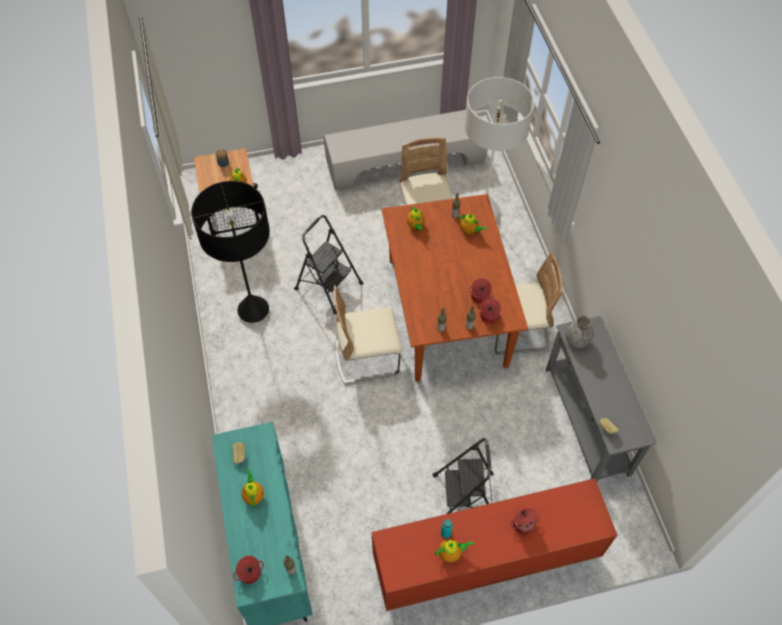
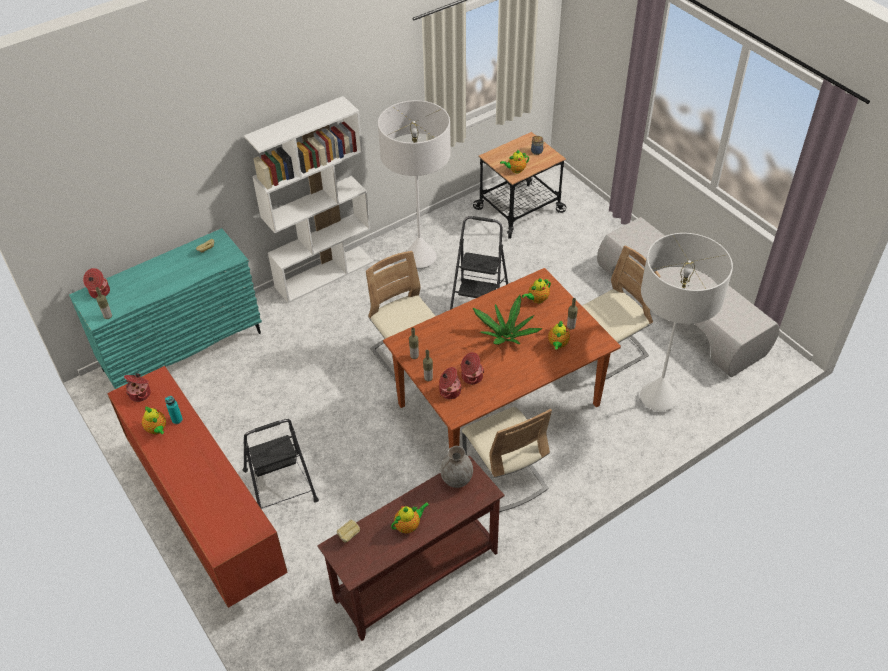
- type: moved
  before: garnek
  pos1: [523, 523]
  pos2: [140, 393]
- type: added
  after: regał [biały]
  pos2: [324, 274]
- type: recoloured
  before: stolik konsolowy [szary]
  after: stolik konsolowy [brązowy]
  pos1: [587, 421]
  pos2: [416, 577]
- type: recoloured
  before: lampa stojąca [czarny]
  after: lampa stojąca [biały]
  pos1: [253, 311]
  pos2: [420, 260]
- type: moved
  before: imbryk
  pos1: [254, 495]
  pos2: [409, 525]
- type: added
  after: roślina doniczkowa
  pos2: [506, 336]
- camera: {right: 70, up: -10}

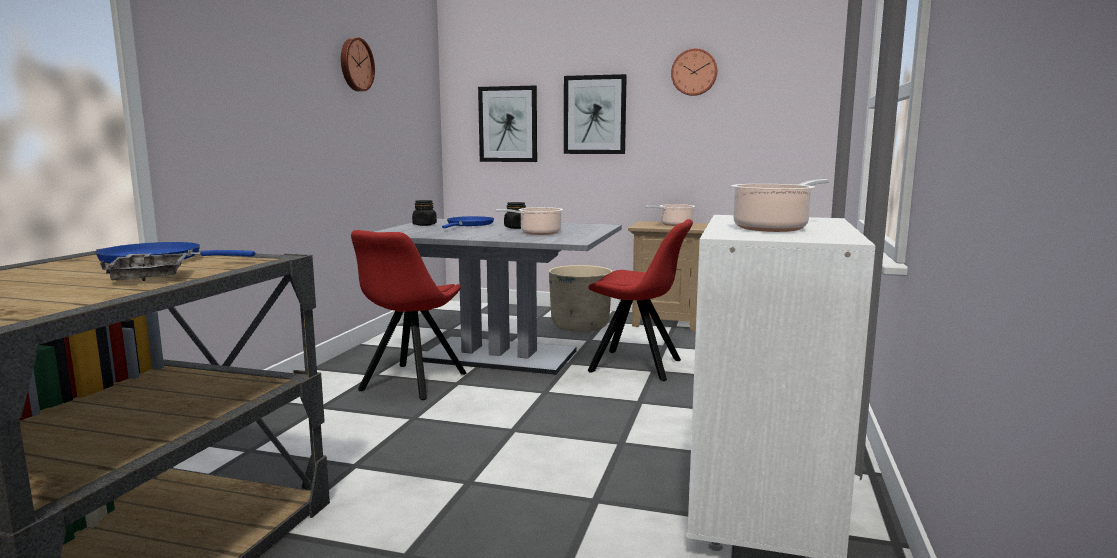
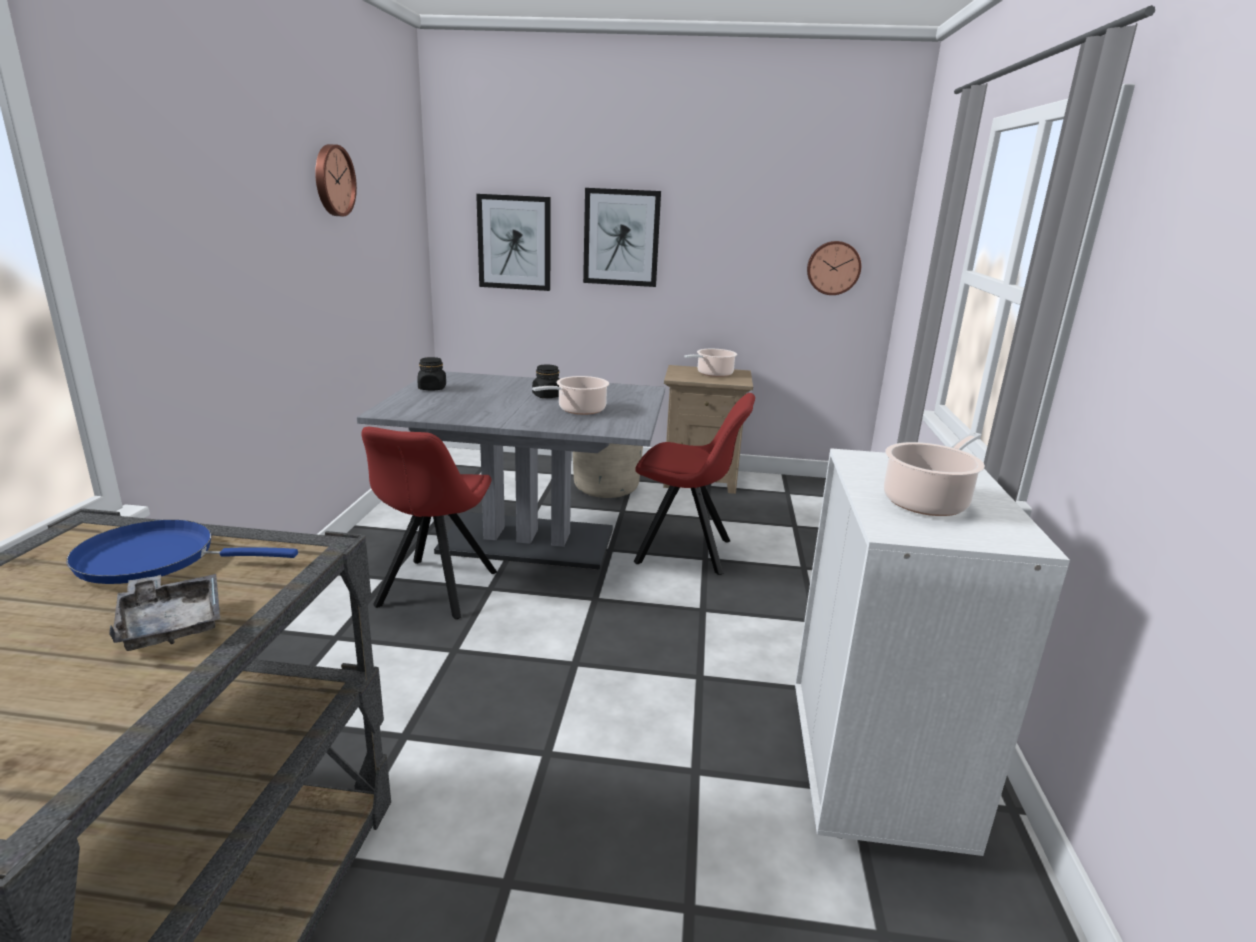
- type: moved
  before: zegar ścienny
  pos1: [694, 72]
  pos2: [833, 268]
- type: removed
  before: patelnia [niebieski]
  pos1: [469, 225]
- camera: {right: -10, up: 10}

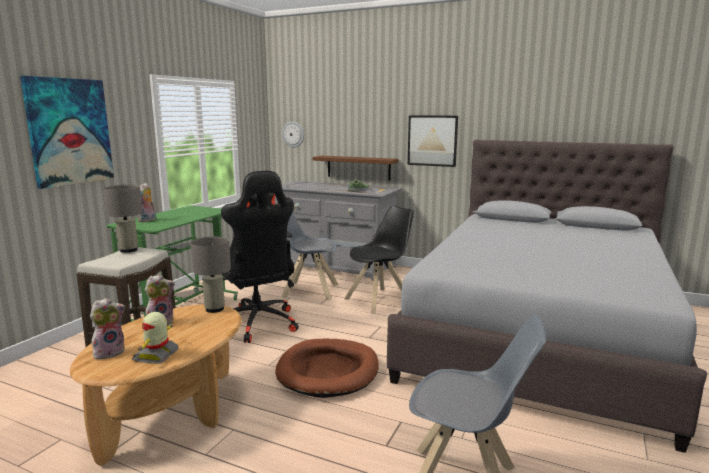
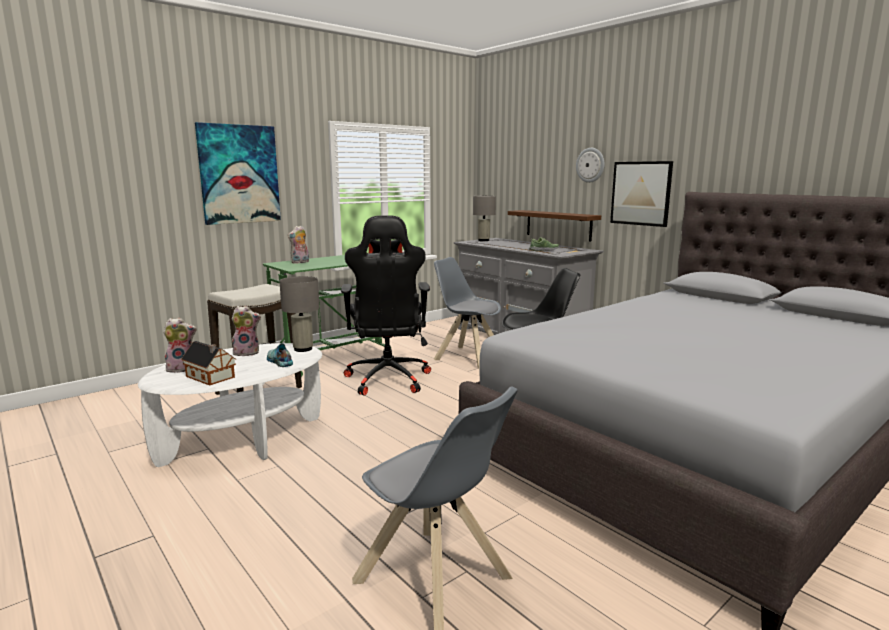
- type: recoloured
  before: ława [brązowy]
  after: ława [biały]
  pos1: [172, 413]
  pos2: [244, 441]
- type: replaced
  before: robot zabawkowy
  after: domek
  pos1: [157, 355]
  pos2: [211, 377]
- type: added
  after: but
  pos2: [279, 361]
- type: moved
  before: lampa stołowa [szary]
  pos1: [129, 250]
  pos2: [484, 240]
- type: moved
  before: zegar ścienny
  pos1: [293, 134]
  pos2: [590, 165]
- type: removed
  before: legowisko [brązowy]
  pos1: [328, 371]
- camera: {right: 25, up: 0}

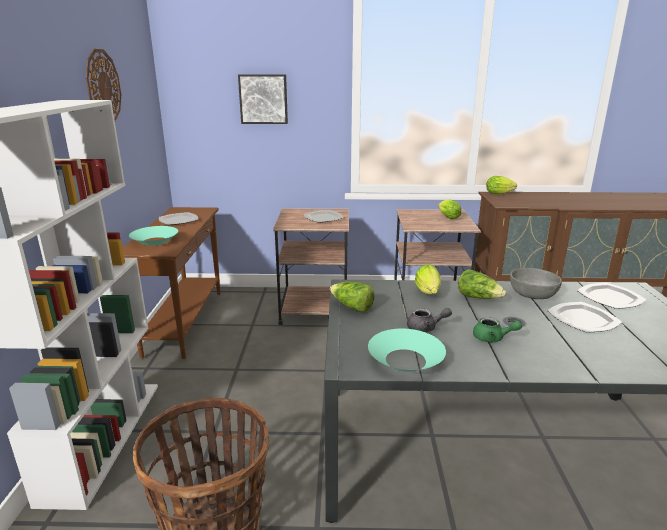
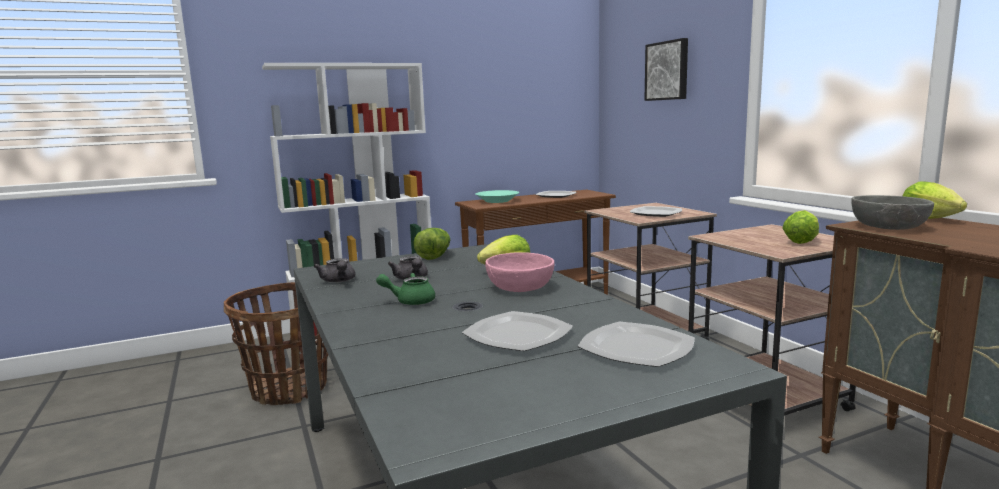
- type: replaced
  before: miska [turkusowy]
  after: imbryk [szary]
  pos1: [406, 360]
  pos2: [338, 281]
- type: turned
  before: imbryk [zielony]
  pos1: [492, 338]
  pos2: [410, 301]
  turn: 90
- type: replaced
  before: sałata
  after: miska [różowy]
  pos1: [478, 298]
  pos2: [520, 287]
- type: moved
  before: miska [szary]
  pos1: [532, 294]
  pos2: [888, 226]
- type: removed
  before: zegar ścienny
  pos1: [103, 86]
- camera: {right: 65, up: -10}

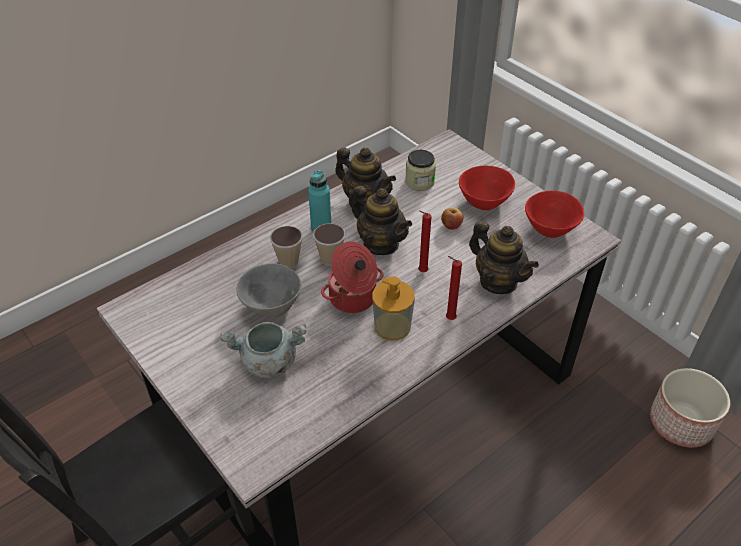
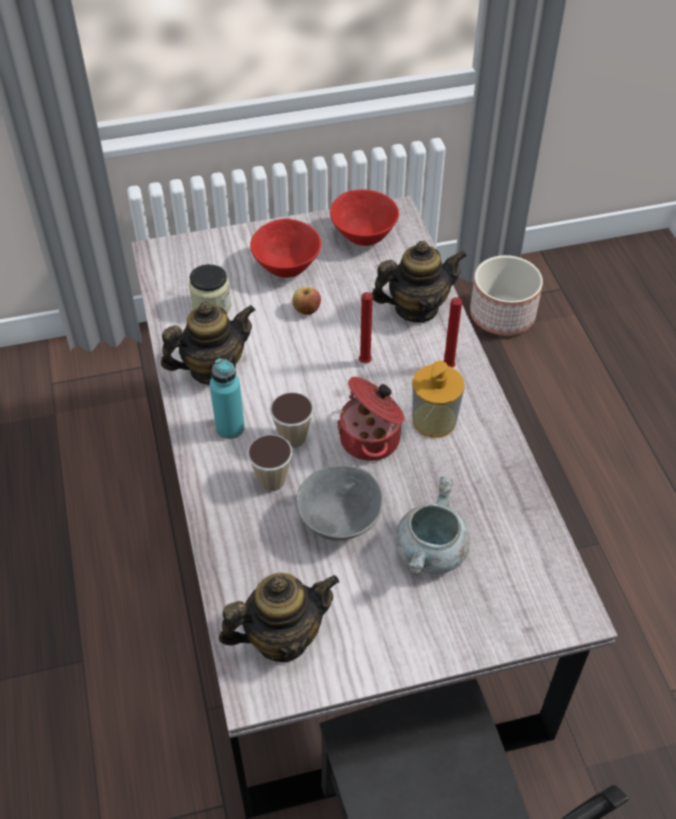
- type: moved
  before: imbryk
  pos1: [381, 244]
  pos2: [281, 637]
- camera: {right: -65, up: 5}

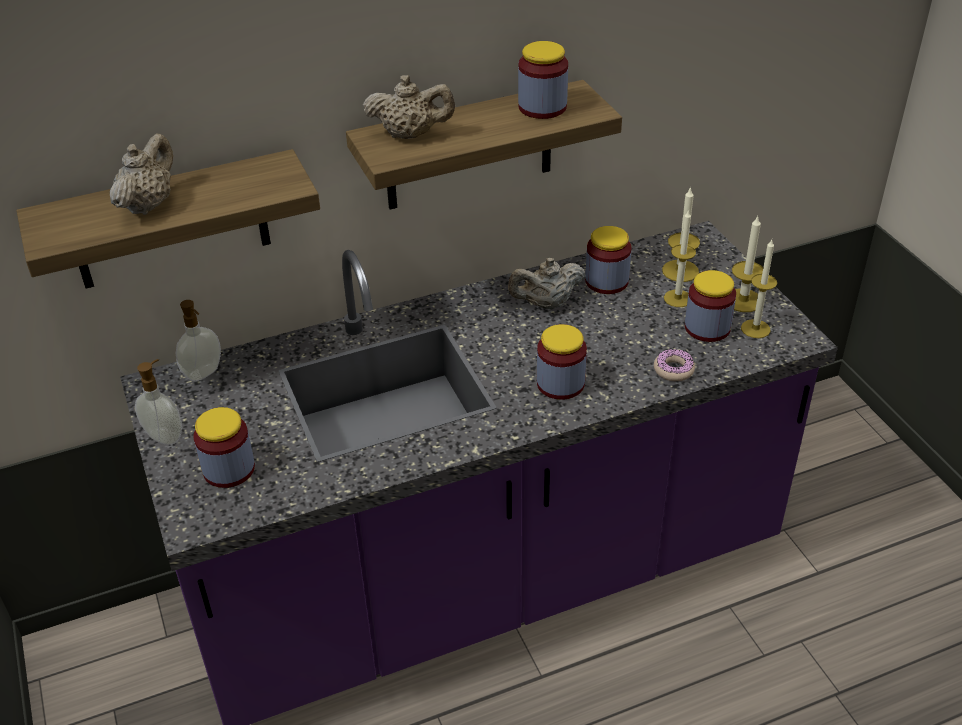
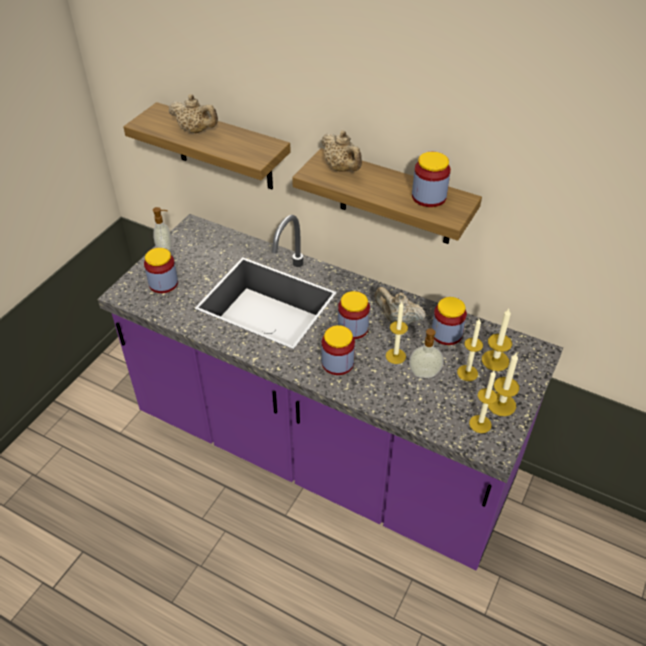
- type: turned
  before: imbryk [beżowy]
  pos1: [148, 205]
  pos2: [196, 131]
  turn: 45
- type: moved
  before: słoik
  pos1: [707, 328]
  pos2: [353, 328]
- type: added
  after: świeca
  pos2: [395, 356]
- type: moved
  before: dozownik mydła
  pos1: [204, 373]
  pos2: [424, 374]
- type: removed
  before: donut
  pos1: [673, 370]
- camera: {right: 50, up: 5}

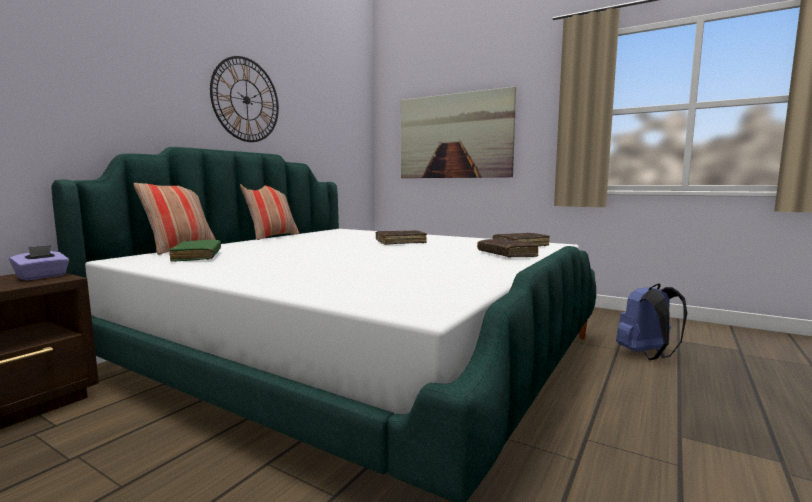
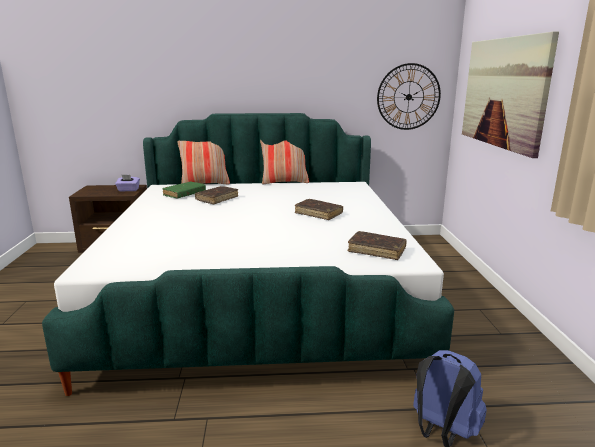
- type: moved
  before: książka [brązowy]
  pos1: [506, 254]
  pos2: [217, 199]
- type: moved
  before: zegar ścienny
  pos1: [246, 100]
  pos2: [408, 97]
- camera: {right: 55, up: 10}

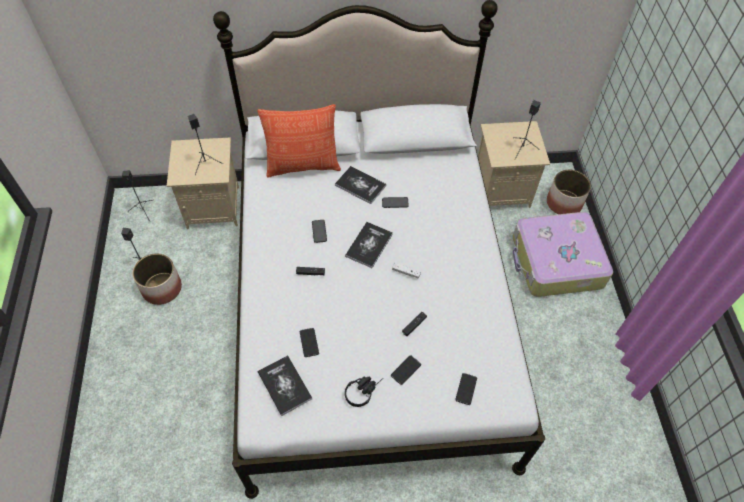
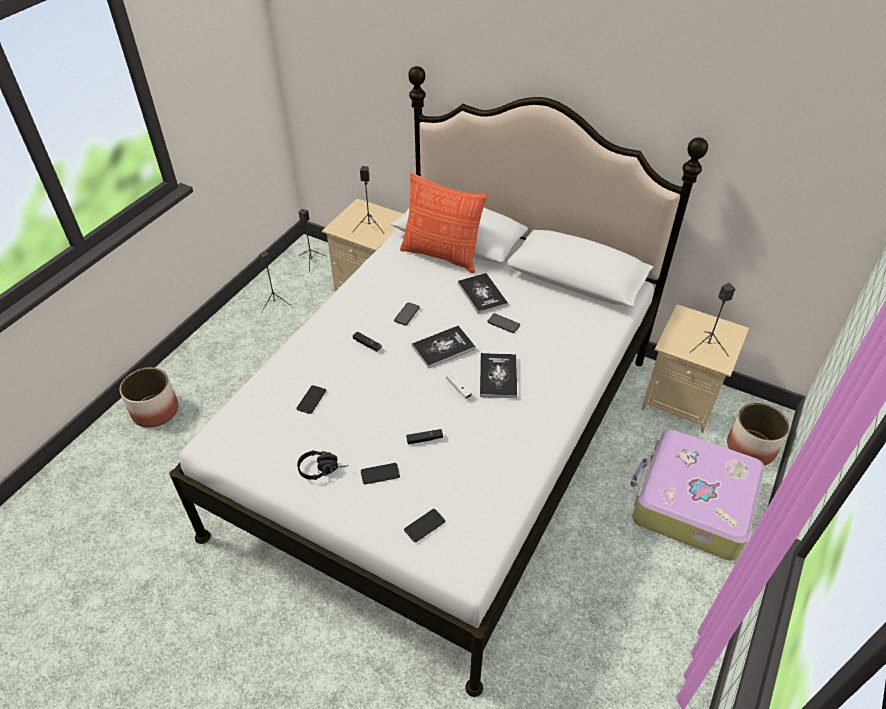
- type: moved
  before: donica
  pos1: [161, 288]
  pos2: [155, 410]
- type: moved
  before: książka
  pos1: [284, 385]
  pos2: [498, 376]
- camera: {right: 35, up: -10}

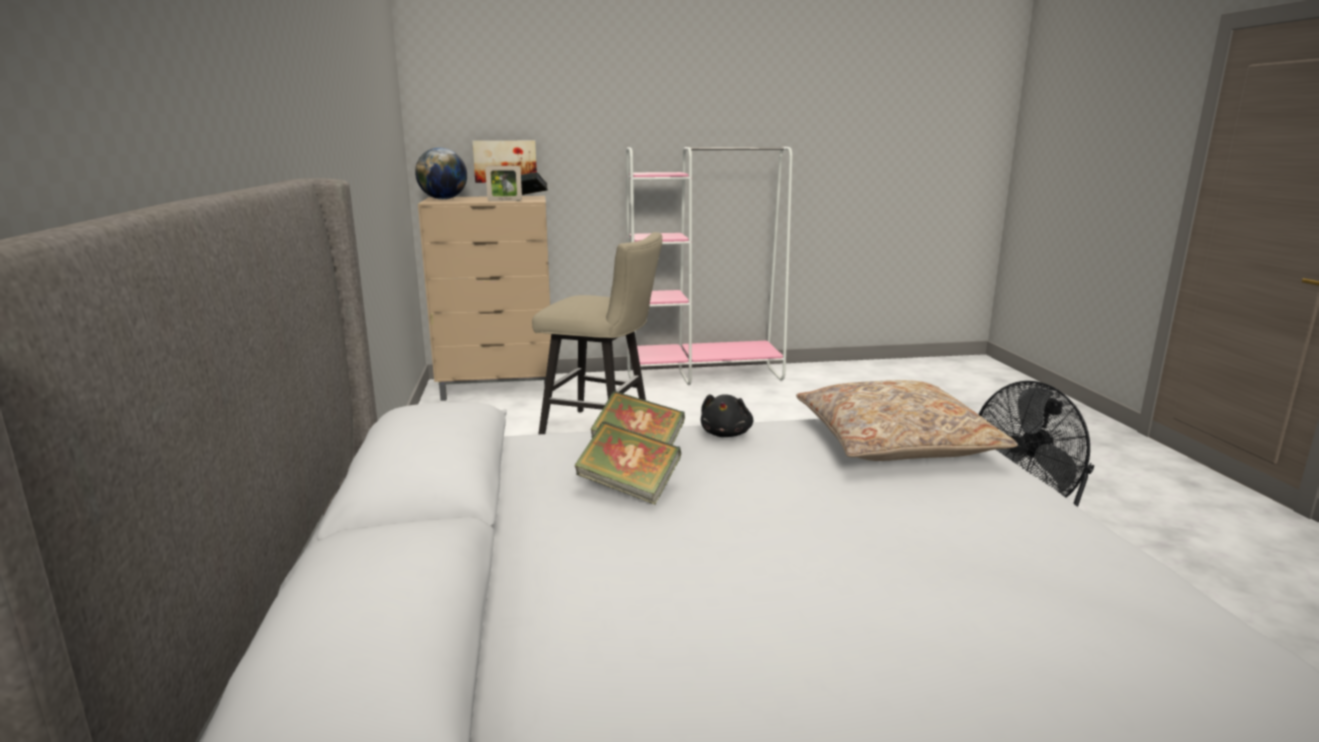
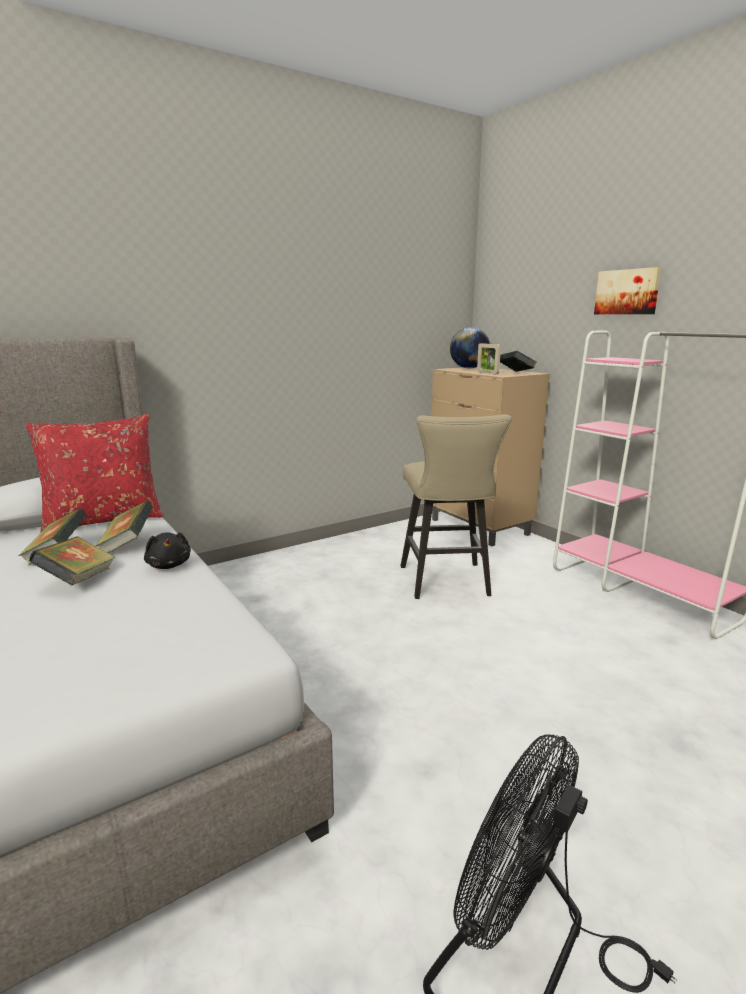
- type: added
  after: poduszka [czerwony]
  pos2: [104, 520]
- type: added
  after: książka
  pos2: [78, 580]
- type: turned
  before: pluszak [czarny]
  pos1: [726, 434]
  pos2: [169, 565]
  turn: -105
- type: moved
  before: obraz
  pos1: [505, 161]
  pos2: [627, 292]
- type: removed
  before: poduszka [beżowy]
  pos1: [894, 442]
- camera: {right: 65, up: 0}

